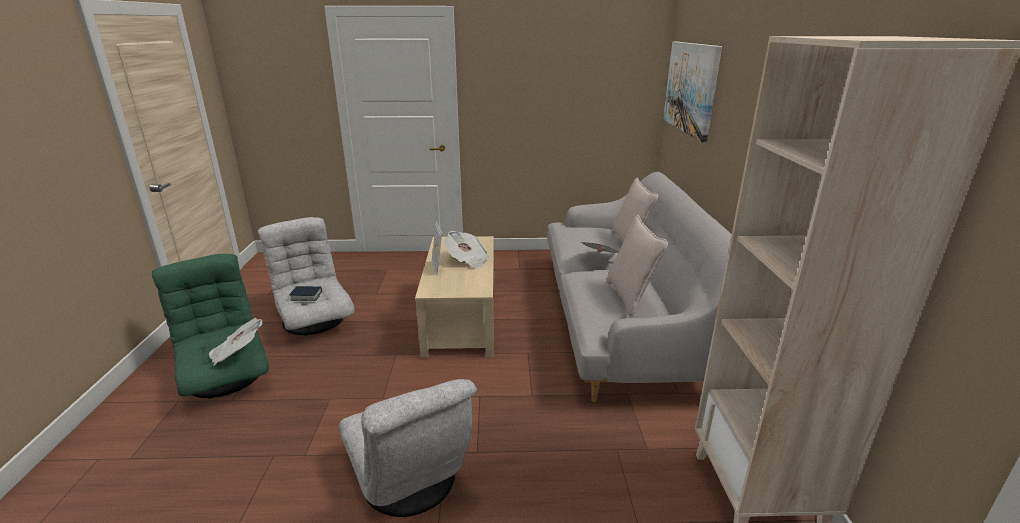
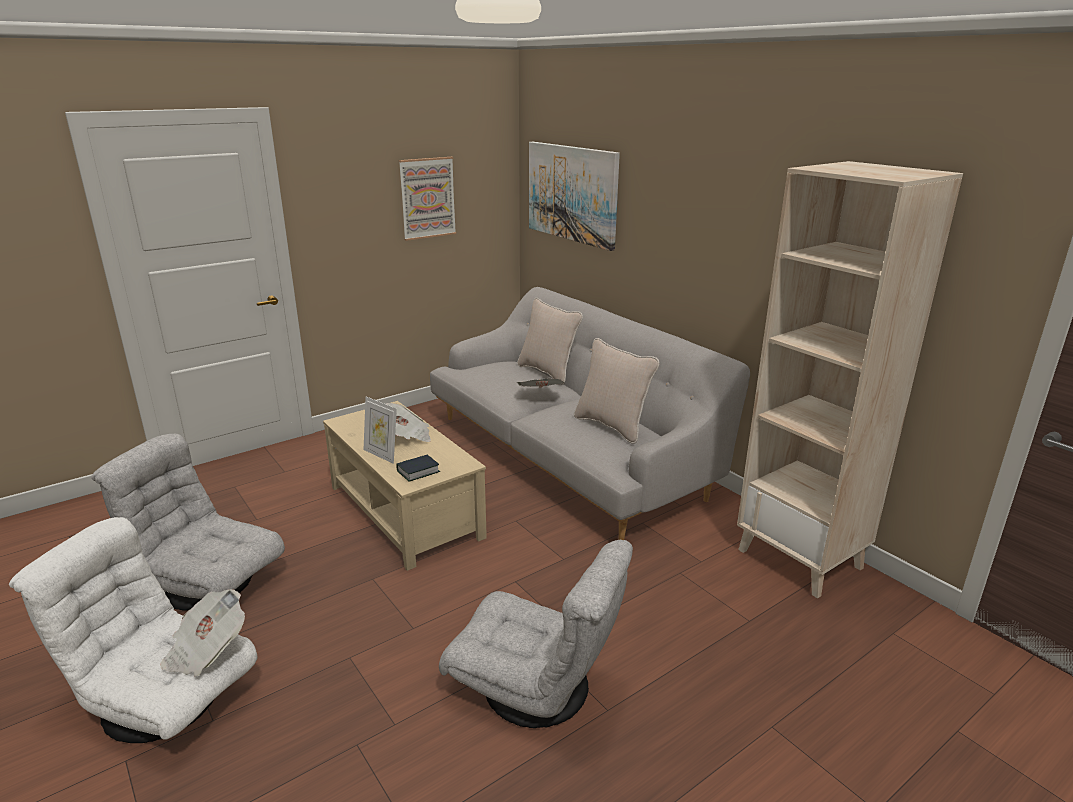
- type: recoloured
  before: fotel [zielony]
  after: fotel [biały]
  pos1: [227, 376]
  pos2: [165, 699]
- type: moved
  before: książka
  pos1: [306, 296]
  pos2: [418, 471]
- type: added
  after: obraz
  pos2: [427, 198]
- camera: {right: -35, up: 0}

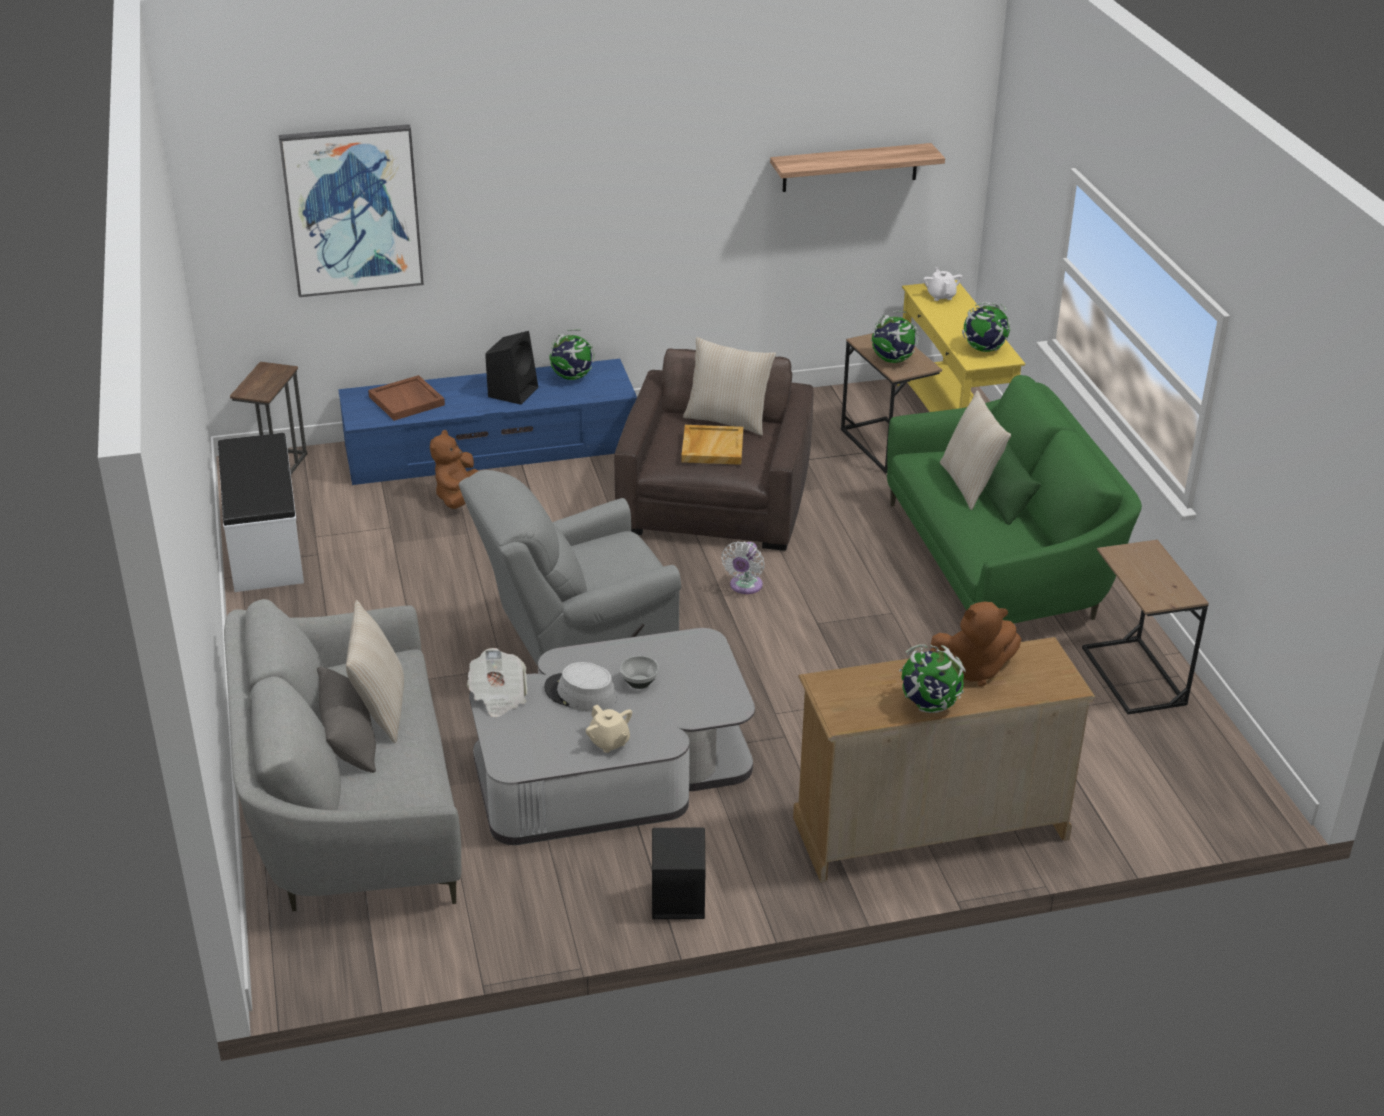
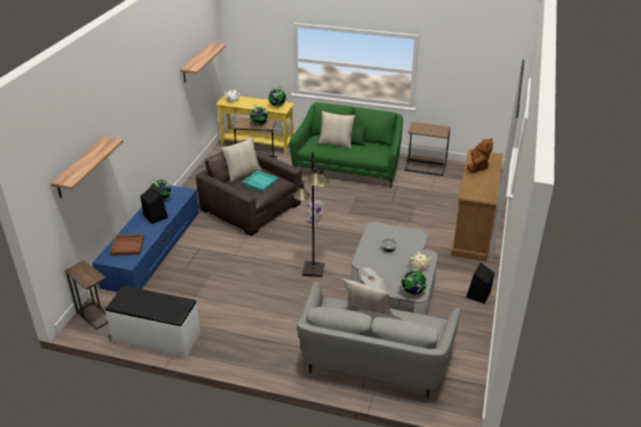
- type: replaced
  before: obraz
  after: półka
  pos1: [352, 210]
  pos2: [80, 167]
- type: recoloured
  before: taca [beżowy]
  after: taca [turkusowy]
  pos1: [712, 447]
  pos2: [260, 182]
- type: replaced
  before: fotel [szary]
  after: lampa stojąca [czarny]
  pos1: [575, 642]
  pos2: [313, 270]
- type: moved
  before: globus
  pos1: [929, 705]
  pos2: [412, 292]
- type: removed
  before: pluszak [brązowy]
  pos1: [458, 497]
- type: removed
  before: kapelusz [szary]
  pos1: [580, 693]
- camera: {right: -60, up: 0}

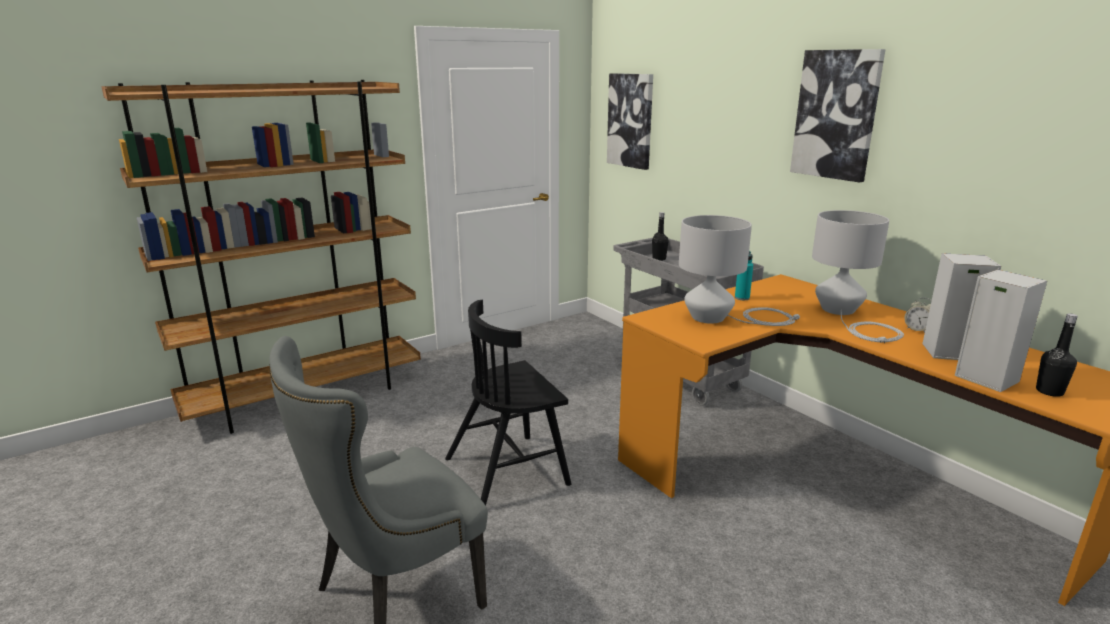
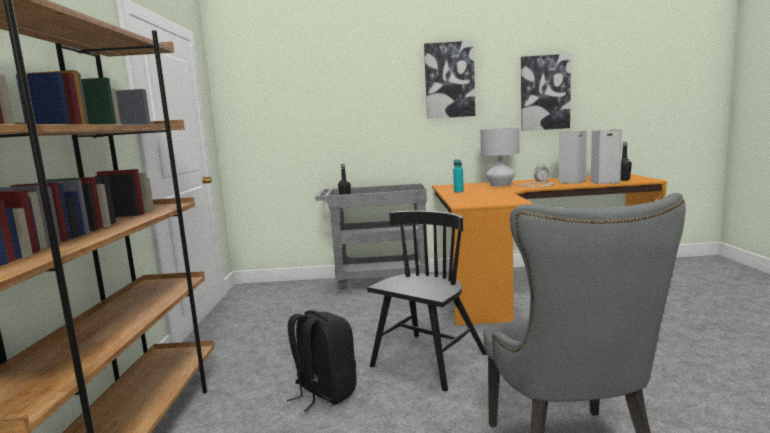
- type: added
  after: plecak [czarny]
  pos2: [324, 393]
- type: turned
  before: krzesło [czarny]
  pos1: [513, 469]
  pos2: [425, 362]
  turn: -150
- type: moved
  before: obraz
  pos1: [631, 120]
  pos2: [544, 93]
- type: removed
  before: lampa stołowa [biały]
  pos1: [731, 317]
- camera: {right: -55, up: -10}

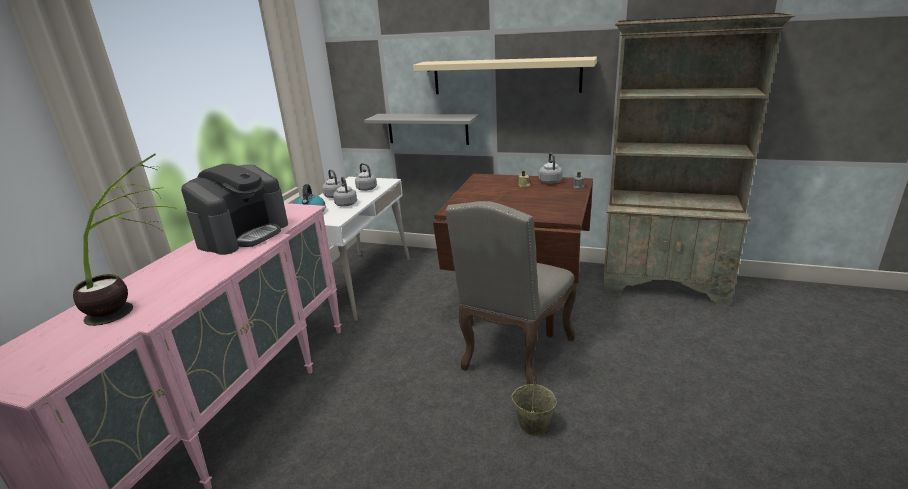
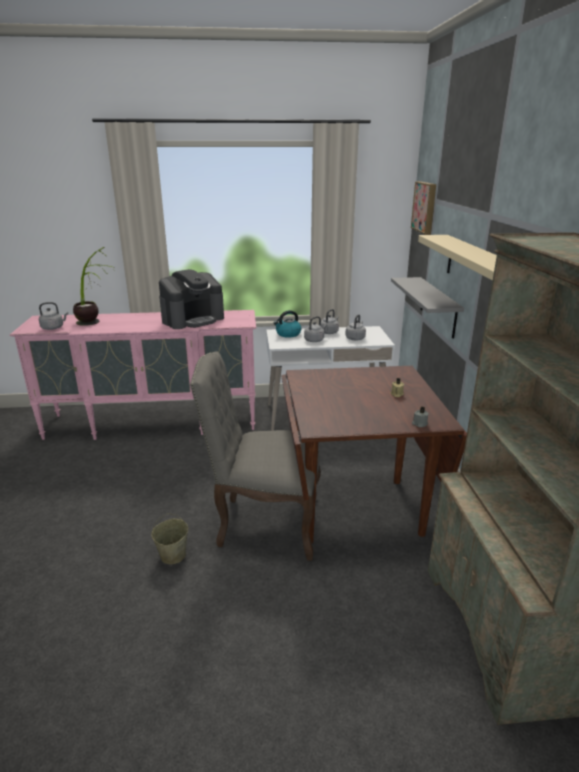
- type: moved
  before: czajnik [szary]
  pos1: [550, 181]
  pos2: [54, 328]
- type: turned
  before: ekspres do kawy
  pos1: [243, 234]
  pos2: [193, 319]
  turn: -45
- type: added
  after: obraz
  pos2: [425, 207]
- camera: {right: 65, up: 0}

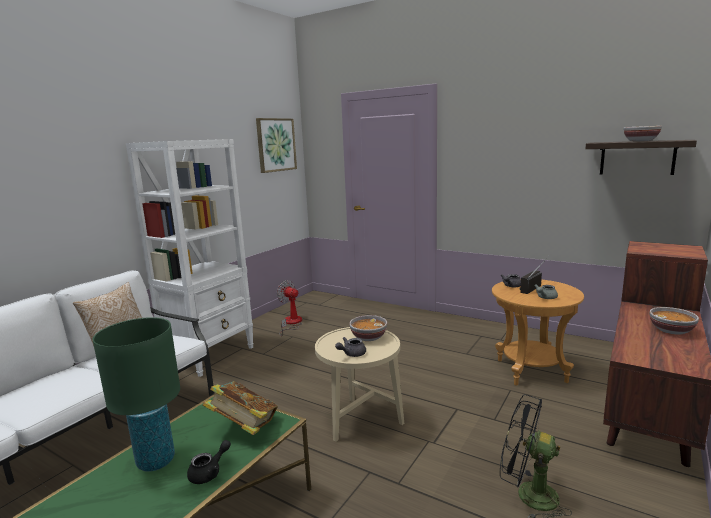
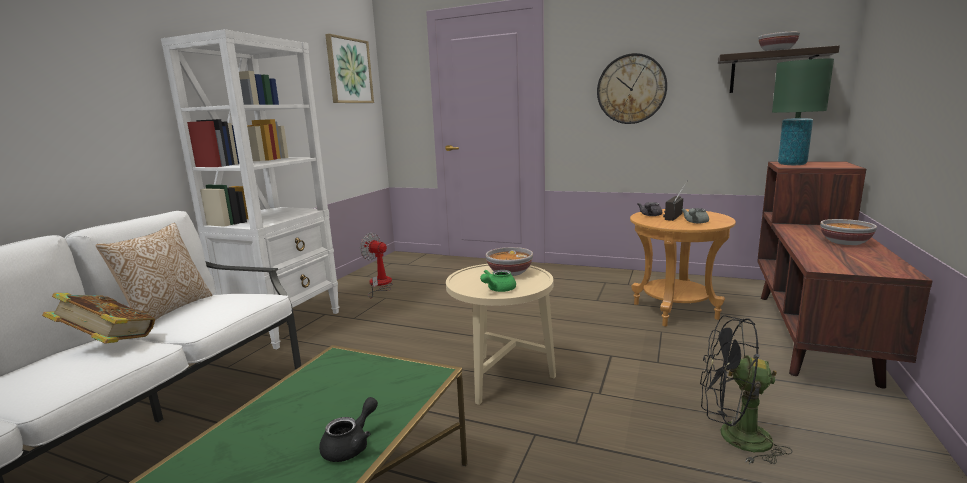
- type: moved
  before: książka
  pos1: [244, 428]
  pos2: [109, 344]
- type: recoloured
  before: imbryk [szary]
  after: imbryk [zielony]
  pos1: [351, 354]
  pos2: [498, 289]
- type: added
  after: zegar ścienny
  pos2: [631, 89]
- type: moved
  before: lampa stołowa [zielony]
  pos1: [155, 461]
  pos2: [792, 164]
- camera: {right: -10, up: 0}

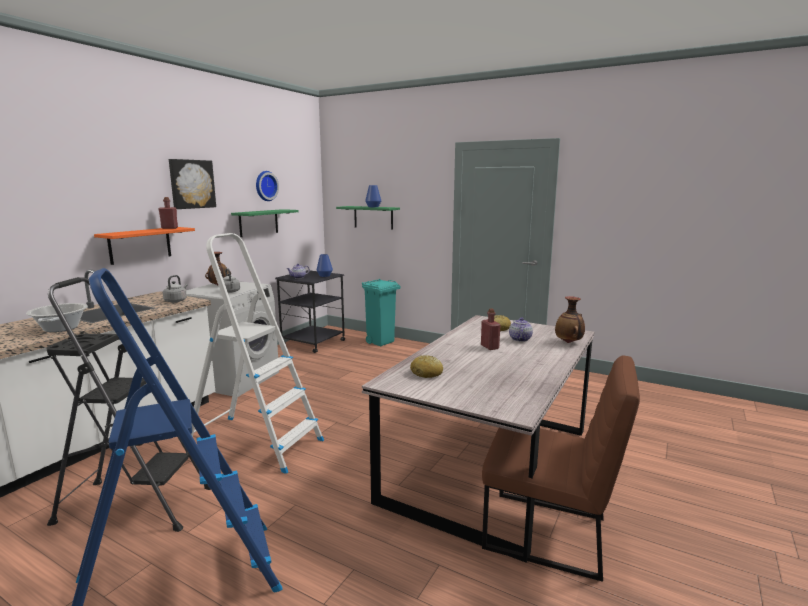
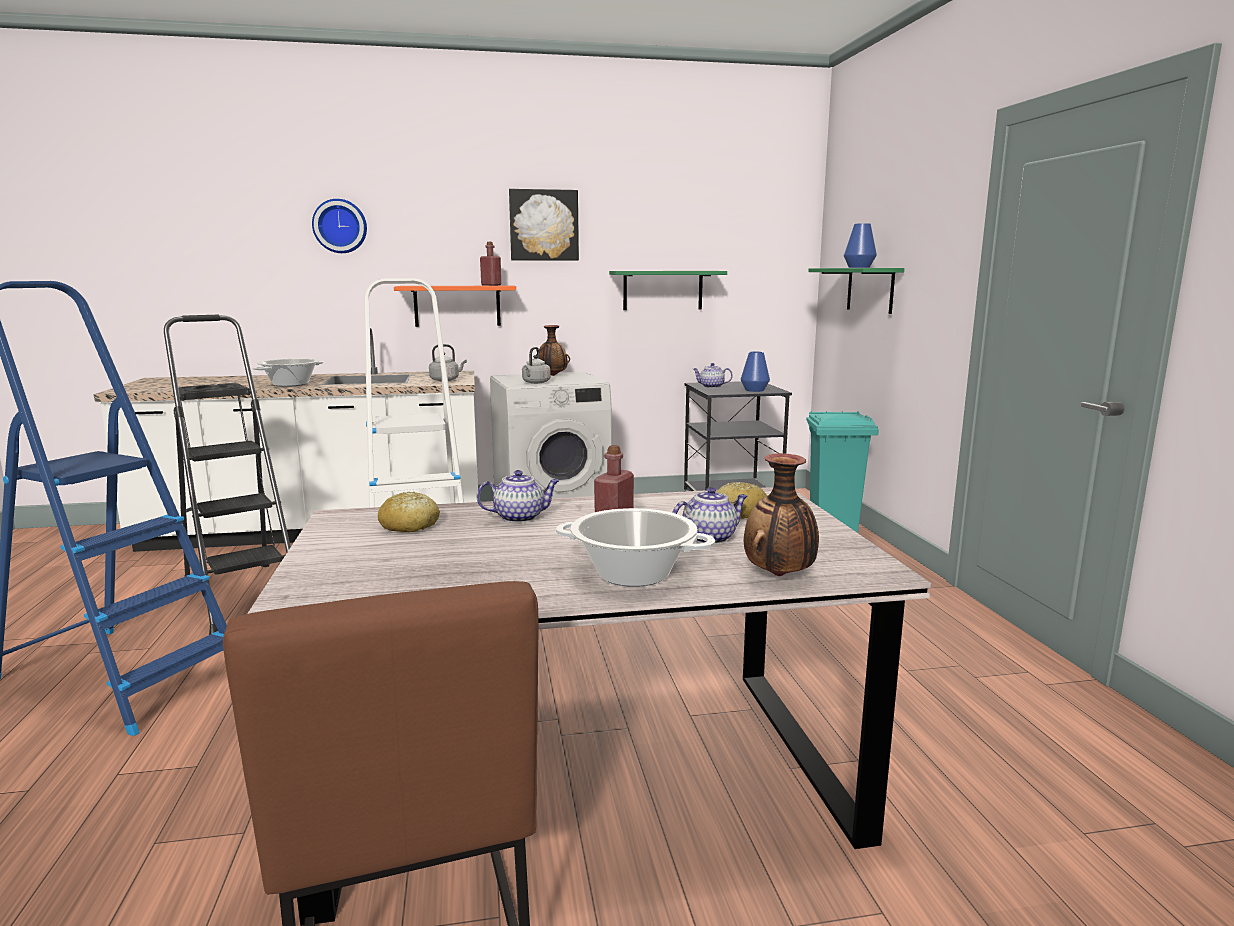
- type: moved
  before: zegar ścienny
  pos1: [265, 186]
  pos2: [340, 226]
- type: added
  after: imbryk
  pos2: [520, 517]
- type: added
  after: garnek
  pos2: [633, 574]
- camera: {right: 50, up: 0}

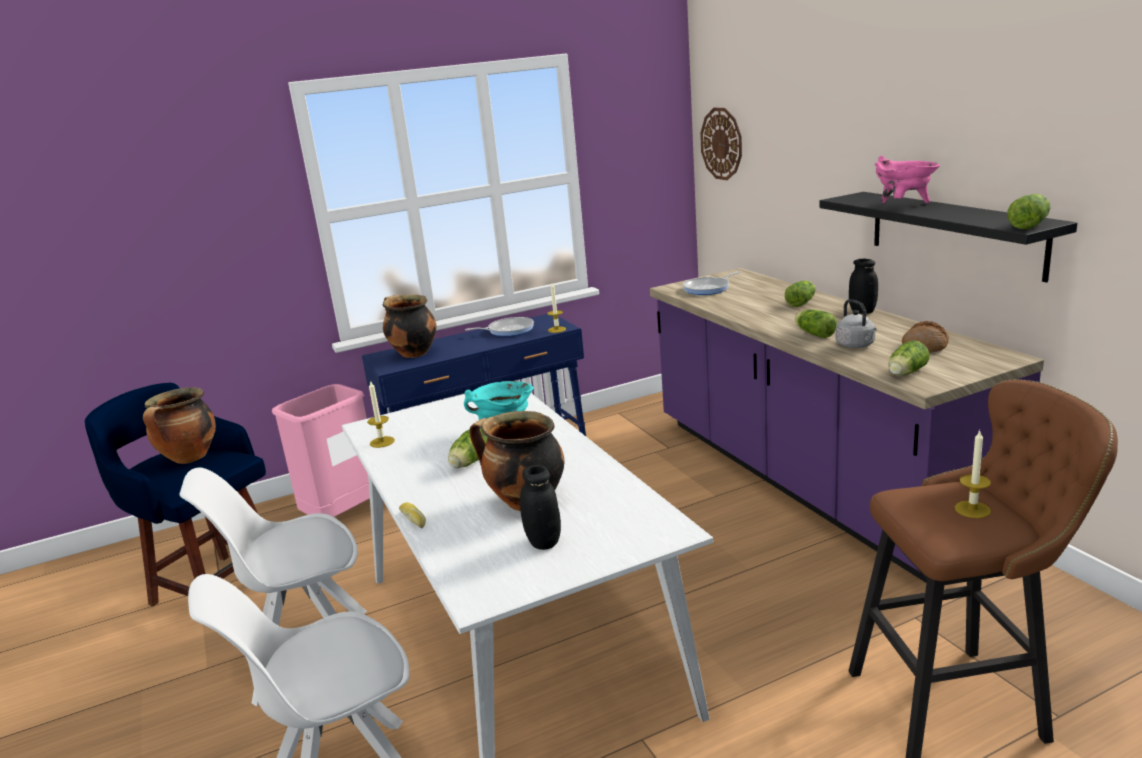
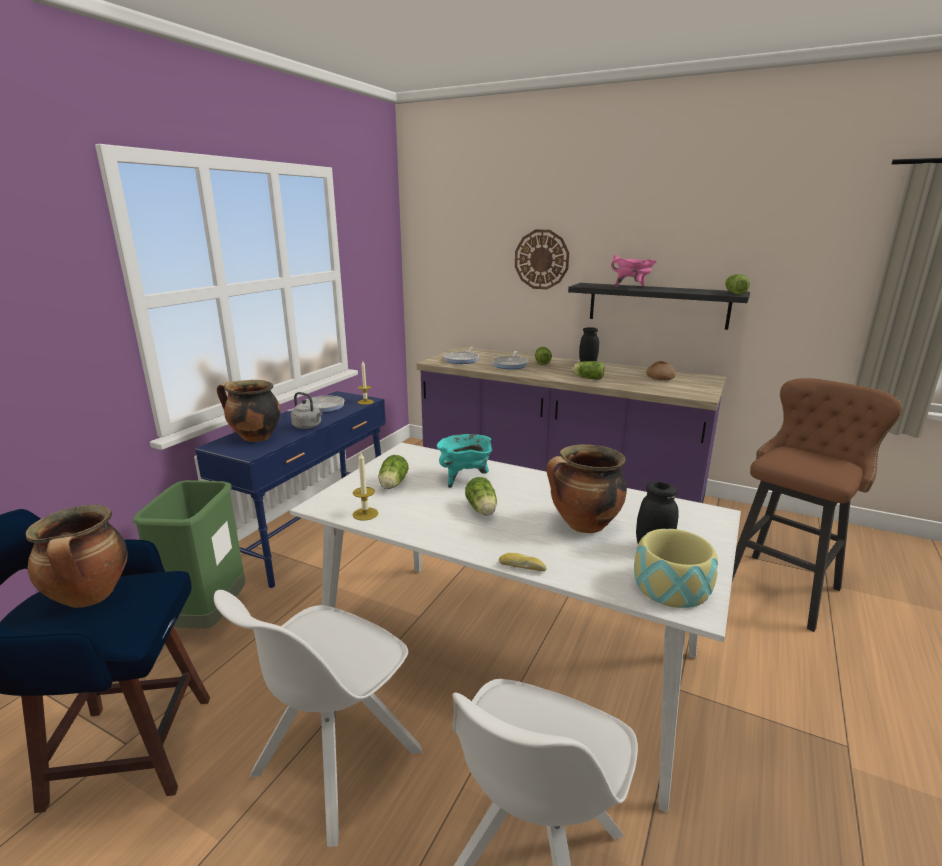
- type: recoloured
  before: kosz na śmieci [różowy]
  after: kosz na śmieci [zielony]
  pos1: [343, 516]
  pos2: [208, 618]
- type: moved
  before: czajnik [szary]
  pos1: [856, 345]
  pos2: [308, 426]
- type: moved
  before: sałata
  pos1: [905, 373]
  pos2: [392, 485]
- type: added
  after: patelnia
  pos2: [510, 364]
- type: moved
  before: zegar ścienny
  pos1: [721, 143]
  pos2: [541, 259]
- type: added
  after: miska
  pos2: [671, 586]
- type: removed
  before: świeca
  pos1: [972, 509]
- camera: {right: -40, up: 0}

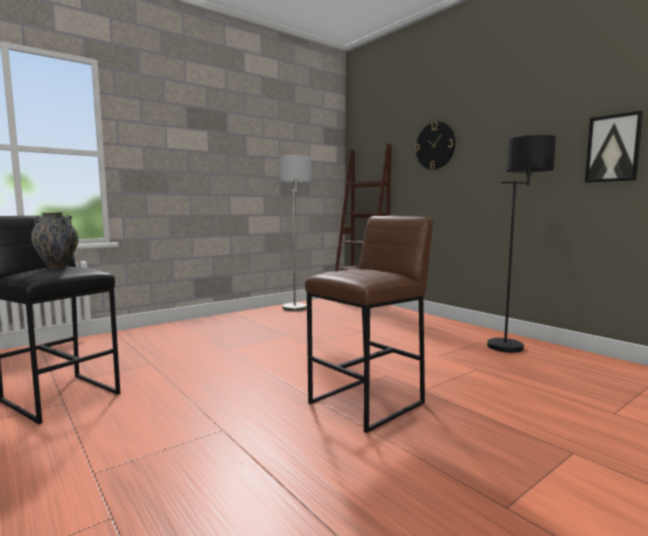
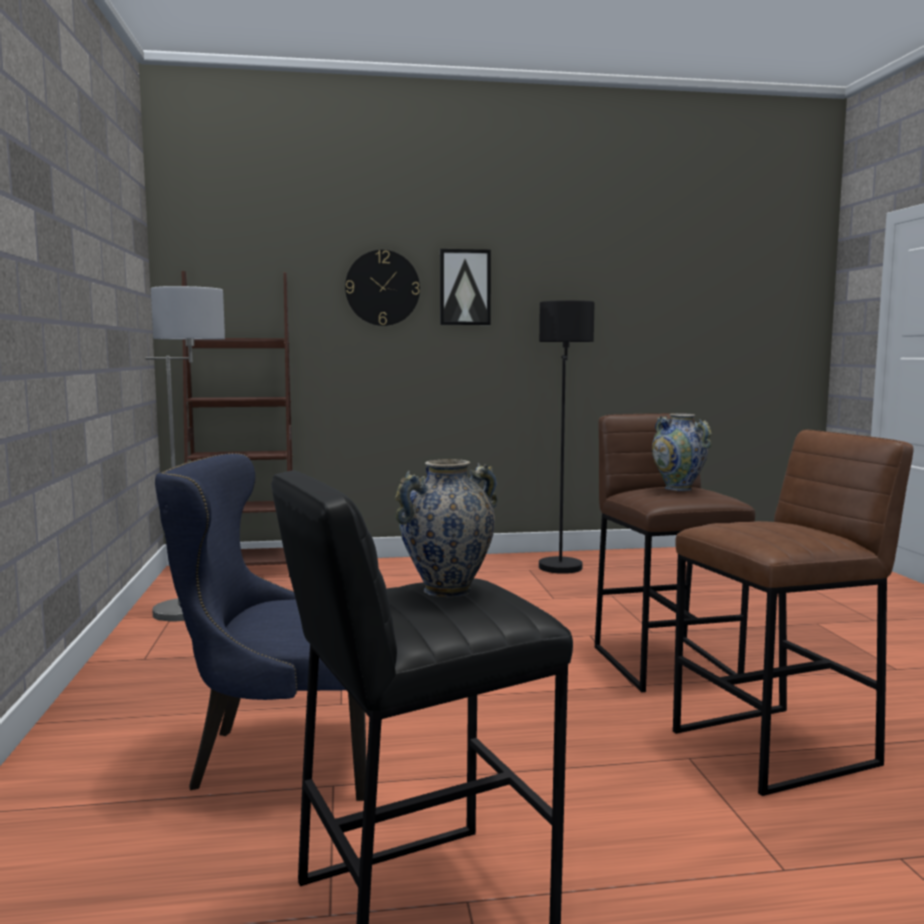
- type: added
  after: krzesło [niebieski]
  pos2: [282, 758]
- type: moved
  before: obraz
  pos1: [613, 148]
  pos2: [465, 287]
- type: added
  after: wazon
  pos2: [678, 488]
- type: added
  after: stołek [brązowy]
  pos2: [776, 747]
- camera: {right: -60, up: 0}

